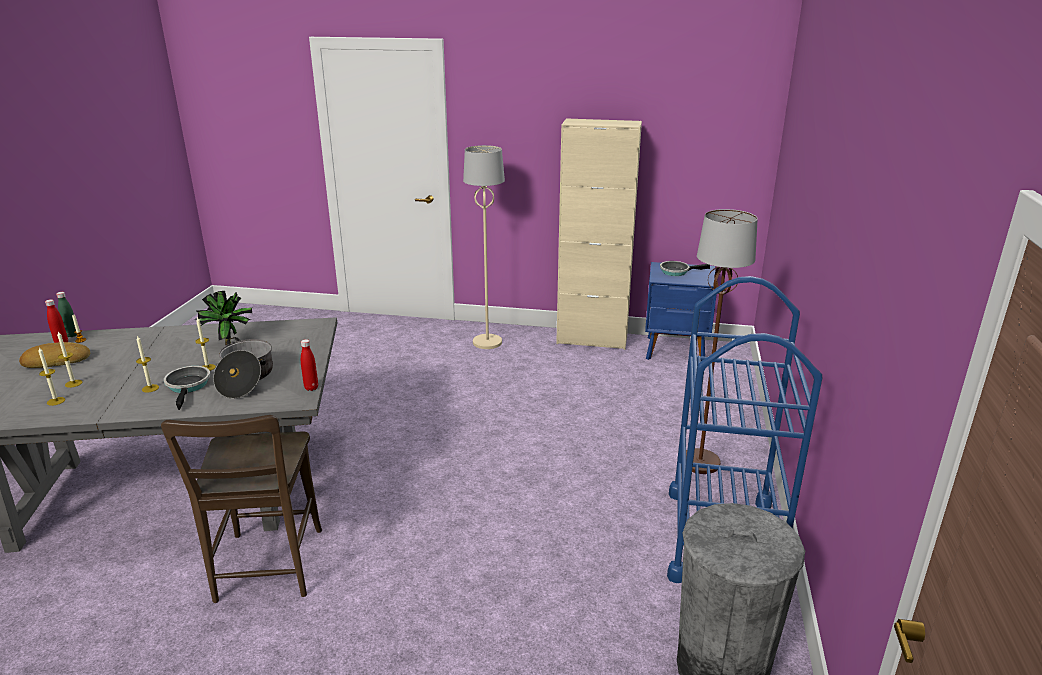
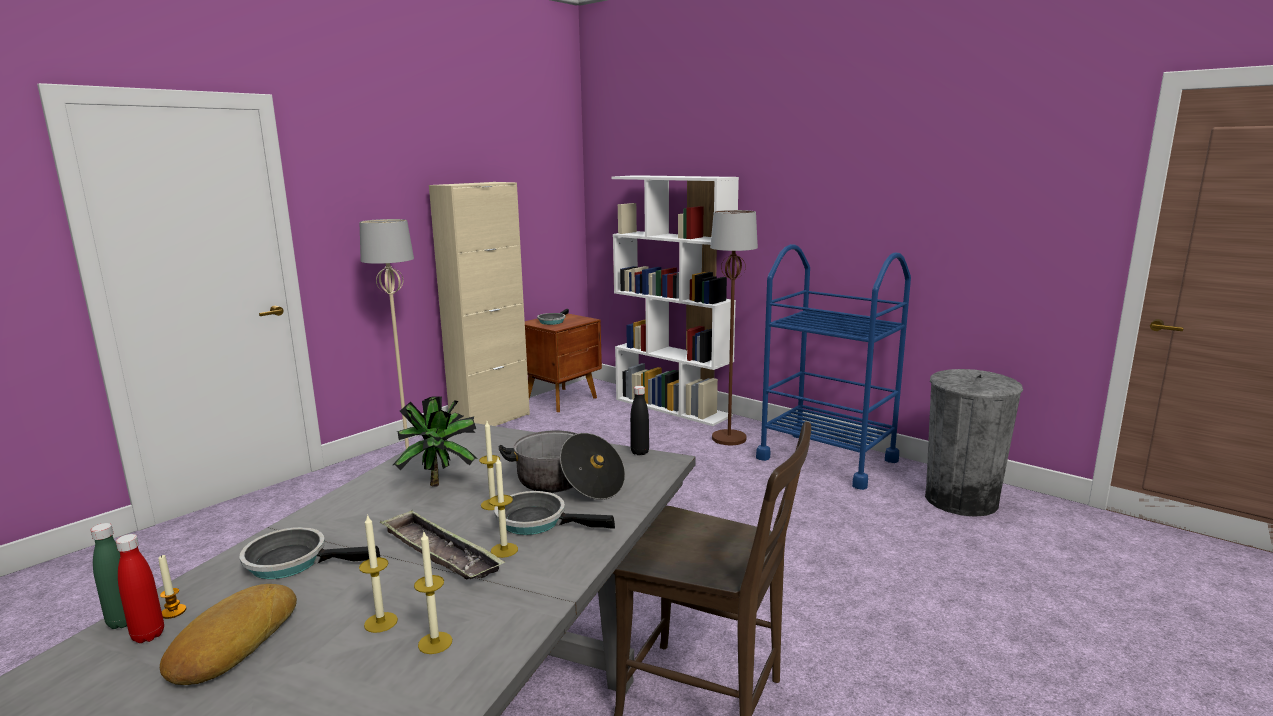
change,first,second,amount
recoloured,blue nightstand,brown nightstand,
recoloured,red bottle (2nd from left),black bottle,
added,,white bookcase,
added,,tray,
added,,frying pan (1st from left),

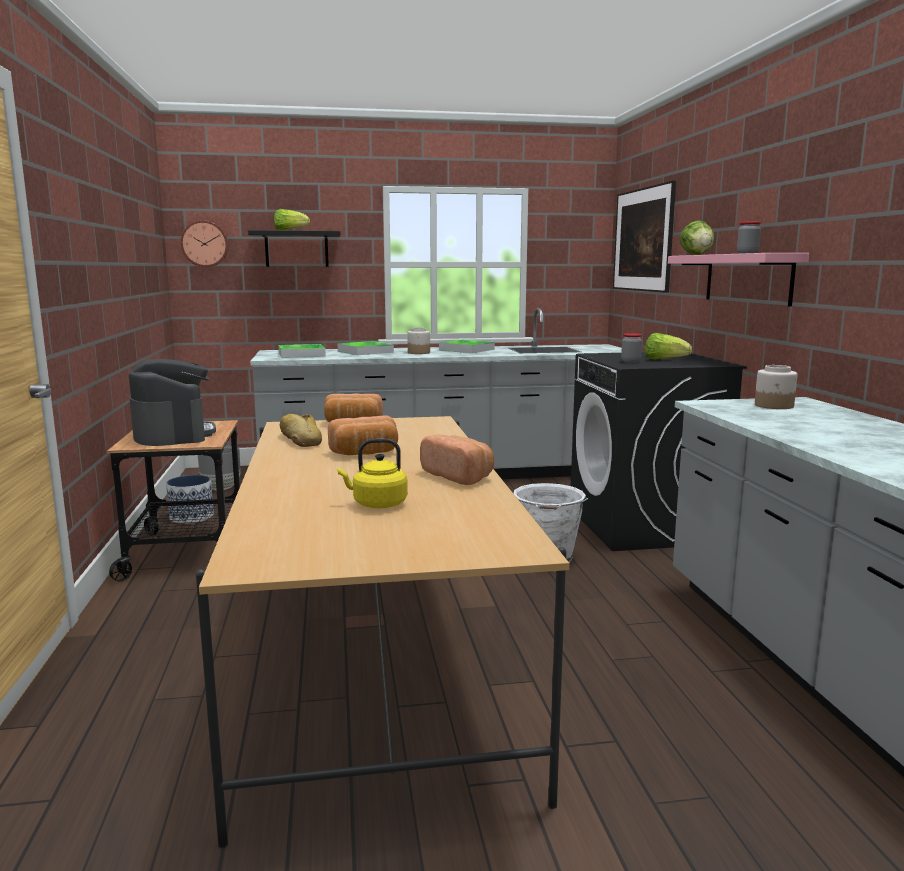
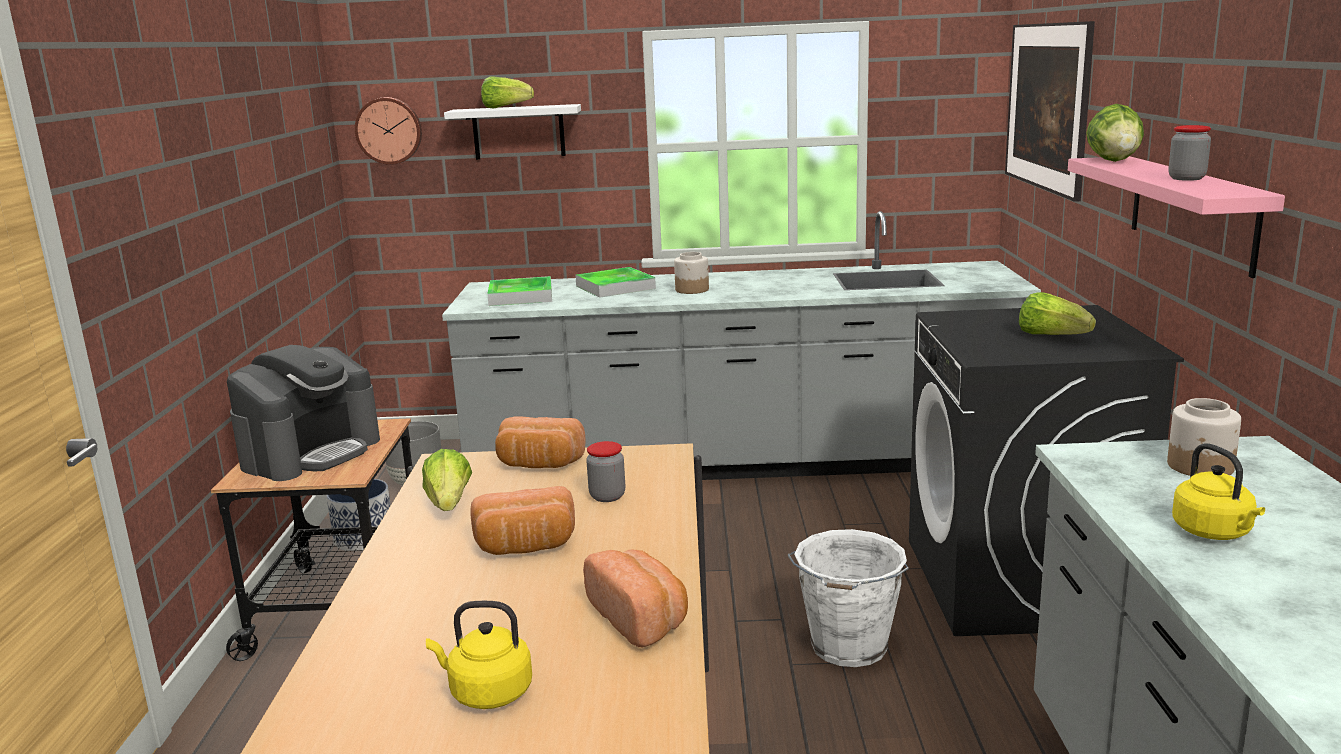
change,first,second,amount
recoloured,black shelf,white shelf,
moved,jar (2nd from left in the first image),jar (1st from left),
removed,tray (3rd from left),,
turned,coffee machine,,45 degrees clockwise
replaced,bread (1st from left),lettuce (1st from left),
added,,yellow kettle (2nd from left),

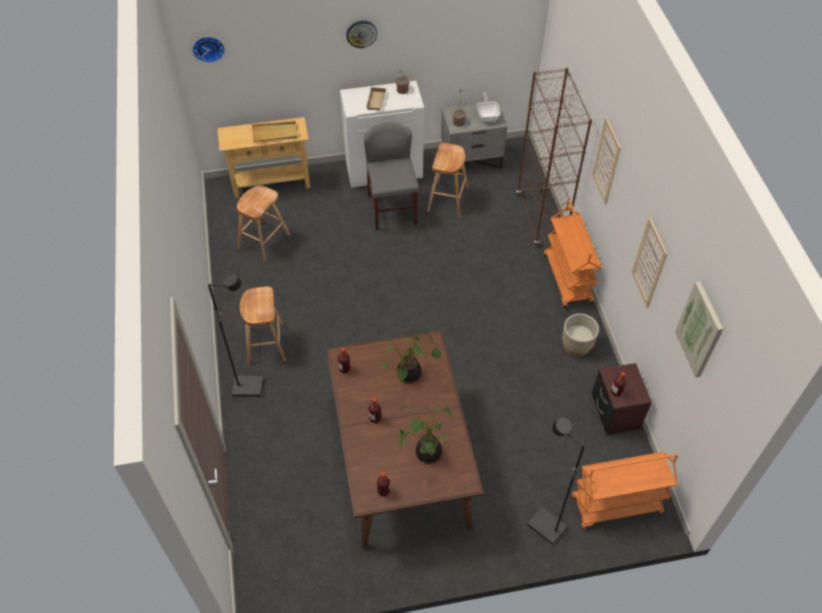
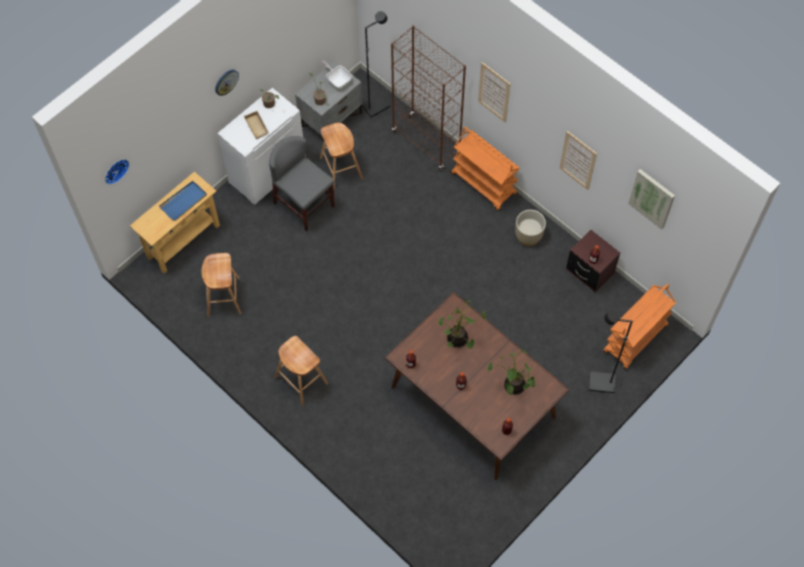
change,first,second,amount
recoloured,beige tray (1st from left),blue tray,
moved,black floor lamp (1st from left),,

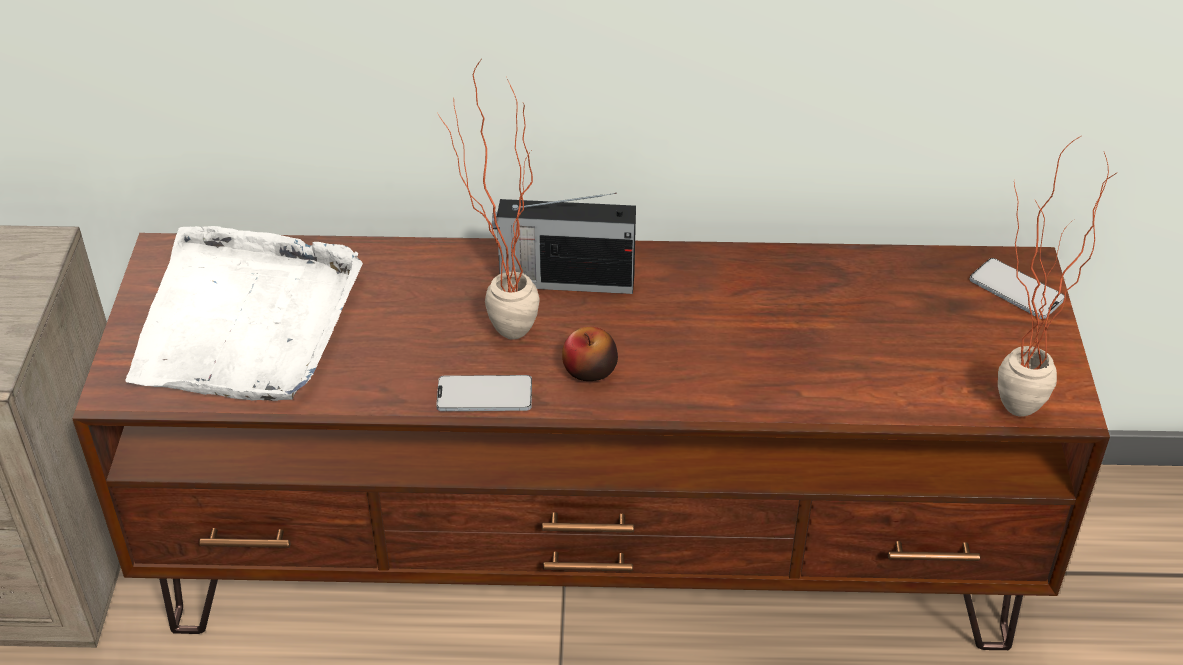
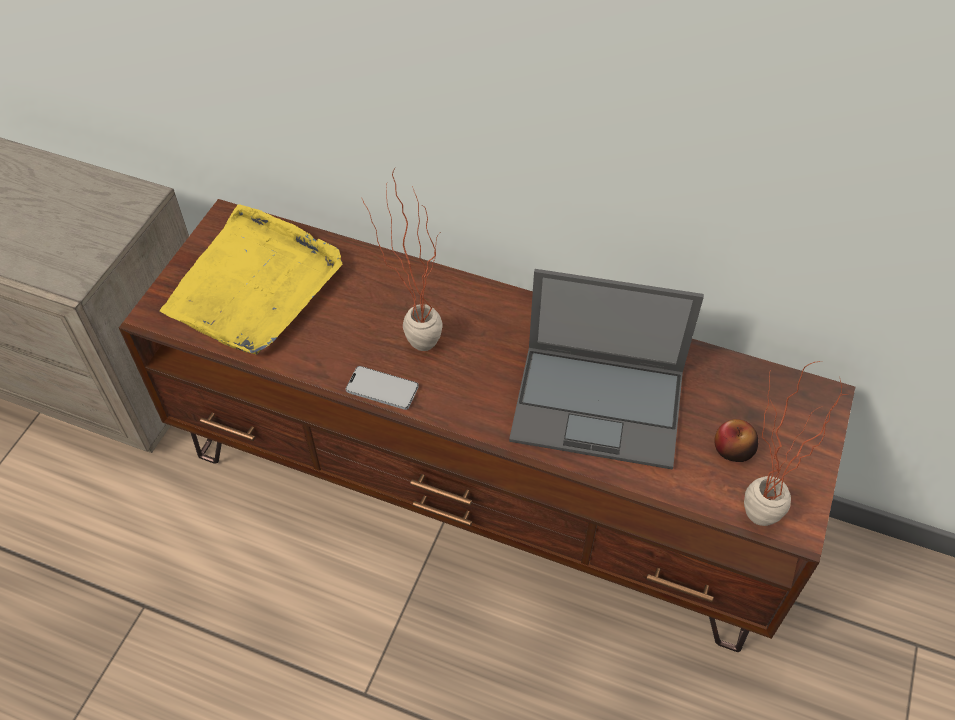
change,first,second,amount
removed,radio,,
recoloured,white tray,yellow tray,
removed,phone (2nd from left),,
moved,apple,,
added,,laptop,

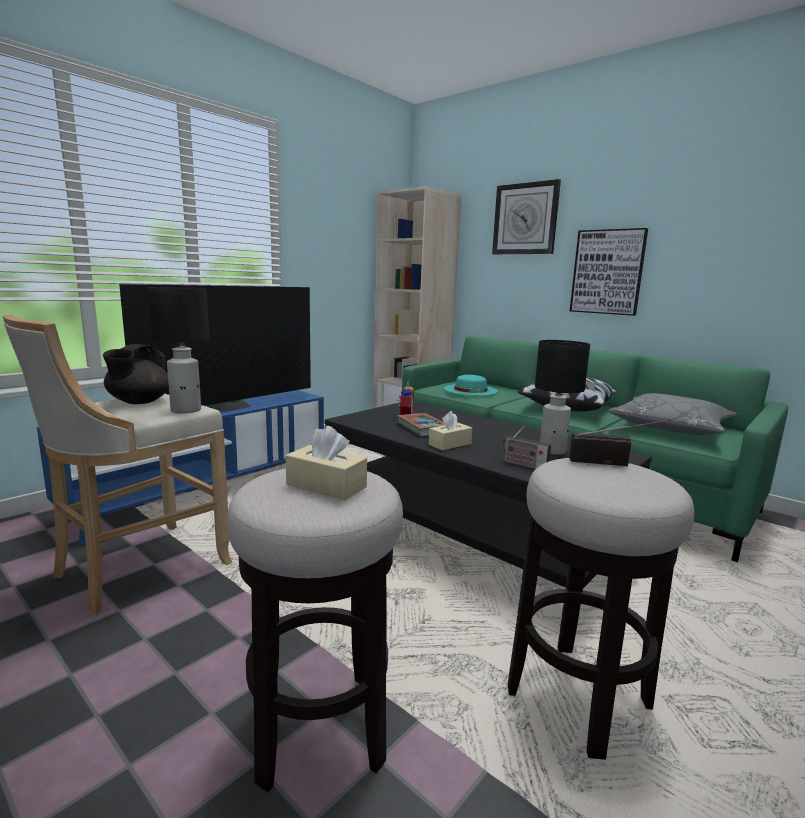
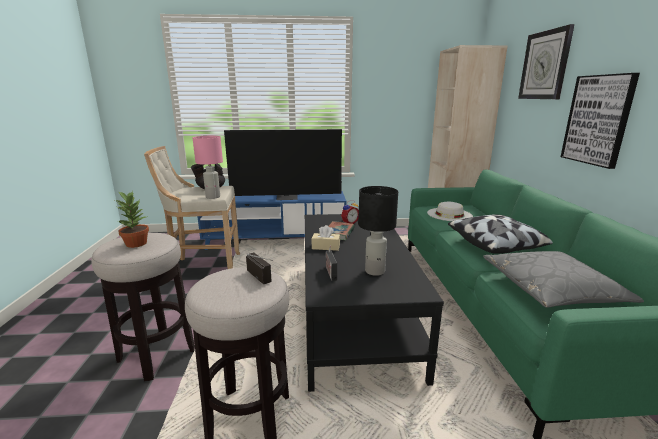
change,first,second,amount
recoloured,black table lamp (1st from left),pink table lamp,
recoloured,turquoise hat,white hat,
replaced,beige tissue box (1st from left),potted plant,

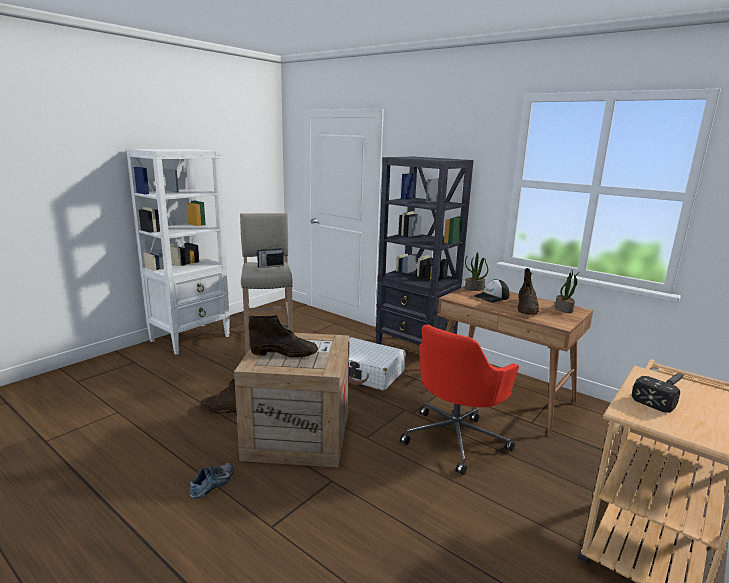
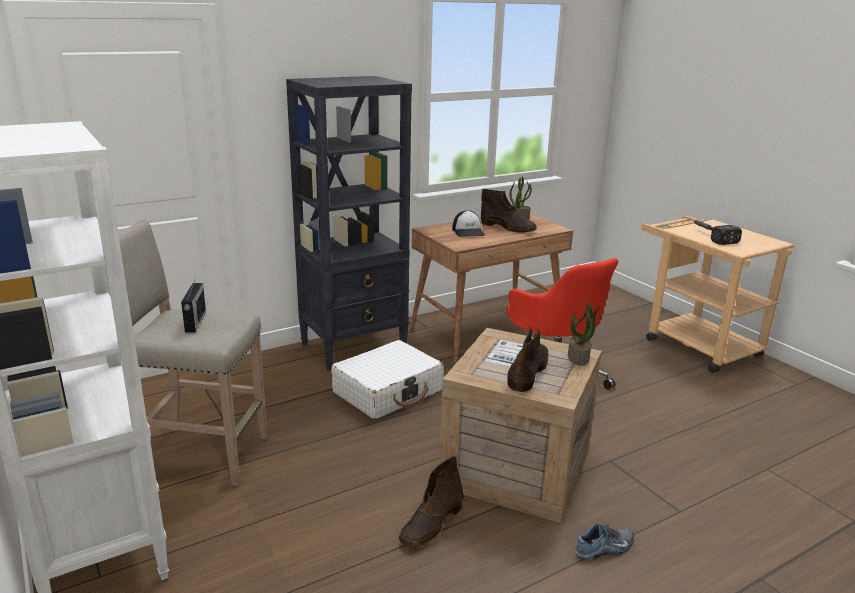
change,first,second,amount
moved,potted plant (1st from left in the first image),potted plant (2nd from left),
turned,shoe,,105 degrees clockwise

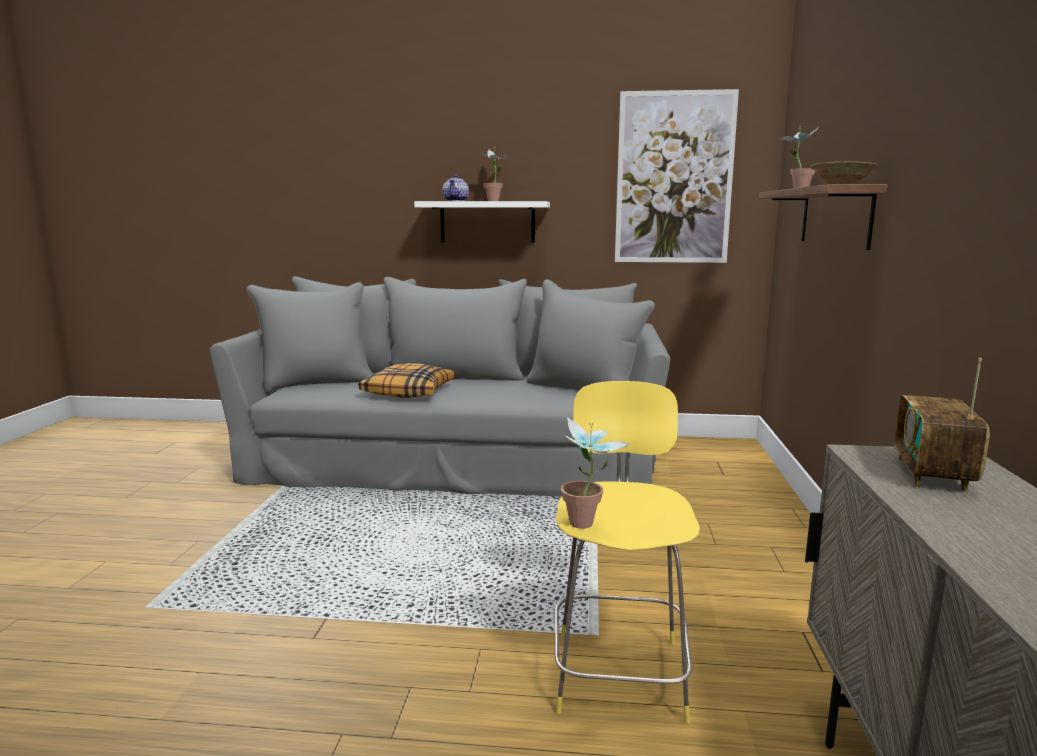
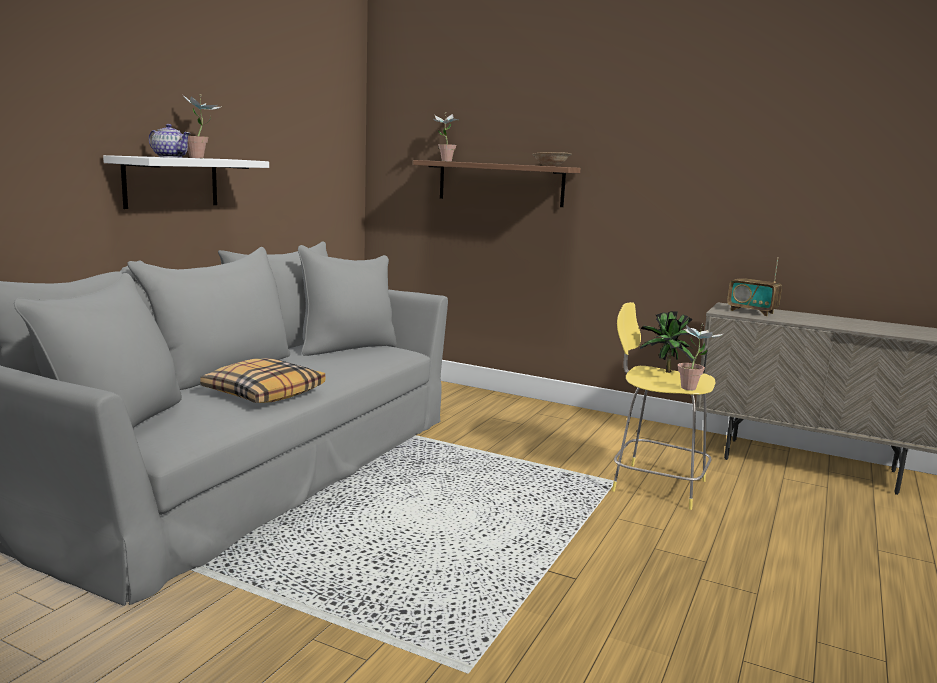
change,first,second,amount
removed,picture,,
added,,potted plant (3rd from left),

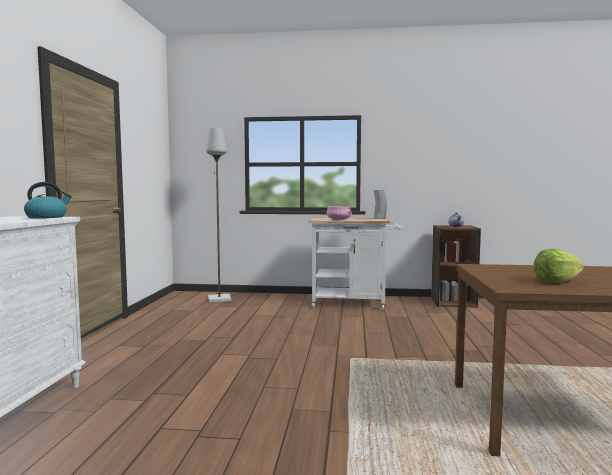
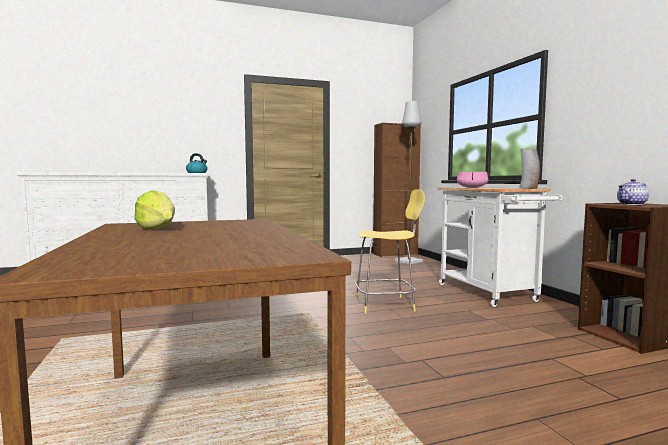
change,first,second,amount
added,,brown cabinet,
added,,yellow stool,

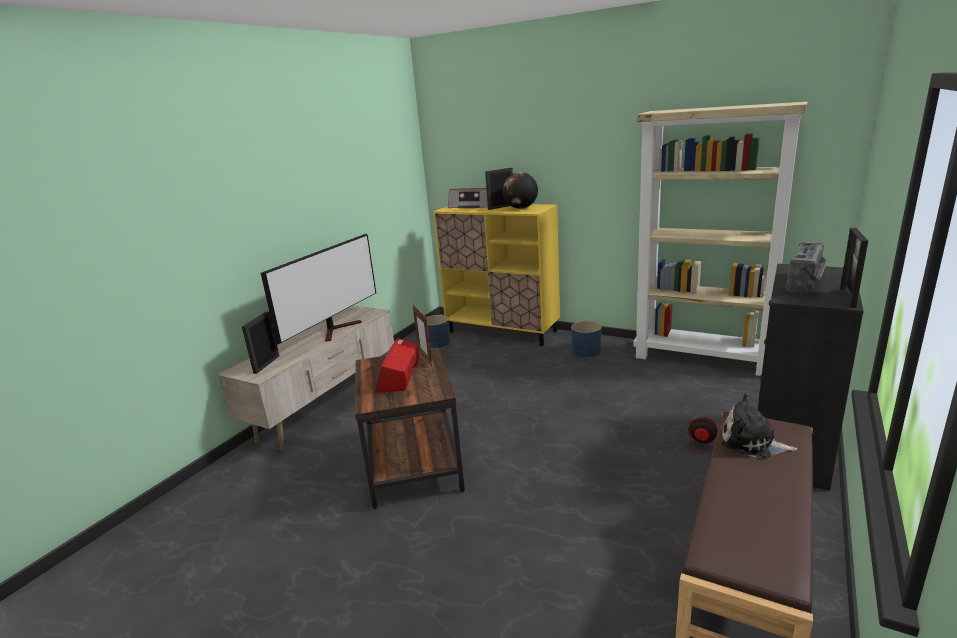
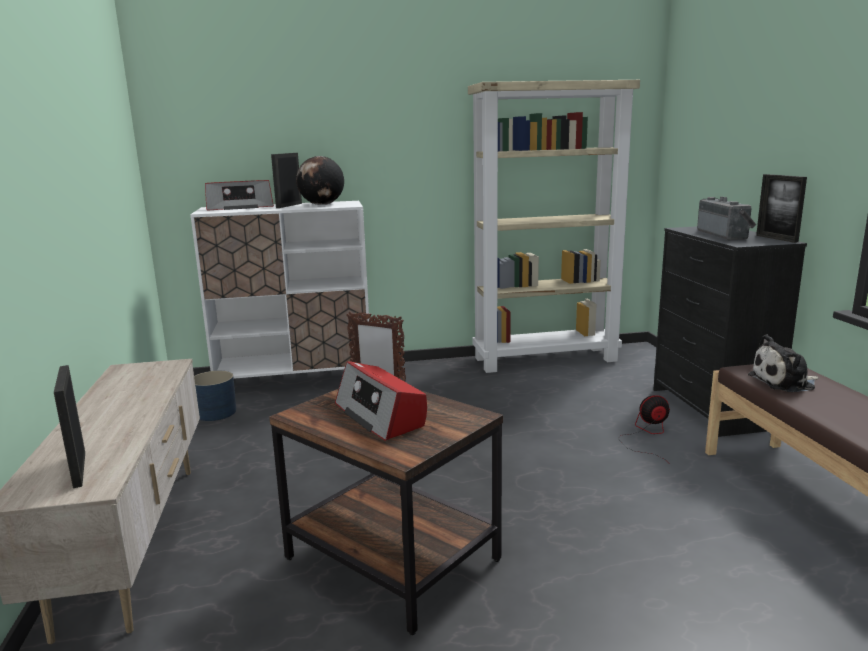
change,first,second,amount
recoloured,yellow cabinet,white cabinet,
removed,television,,
removed,blue planter (2nd from left),,

